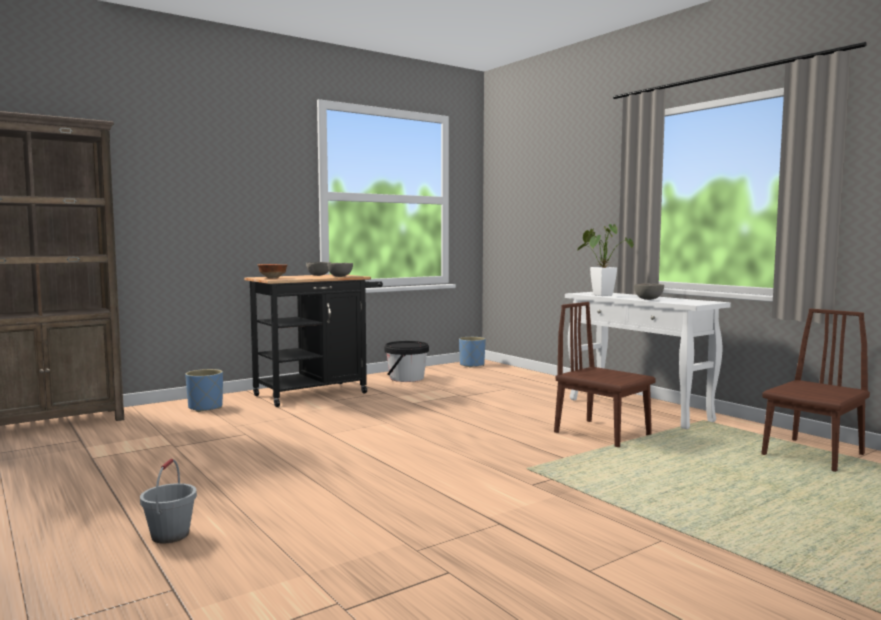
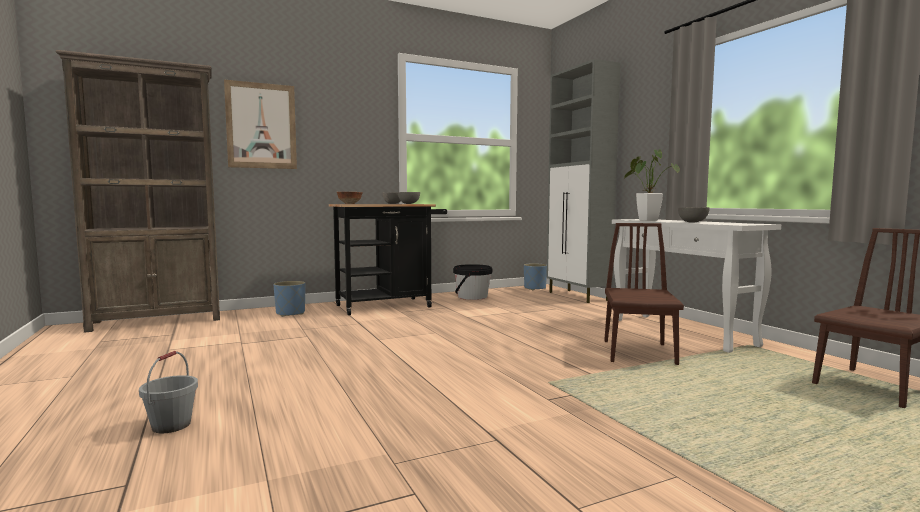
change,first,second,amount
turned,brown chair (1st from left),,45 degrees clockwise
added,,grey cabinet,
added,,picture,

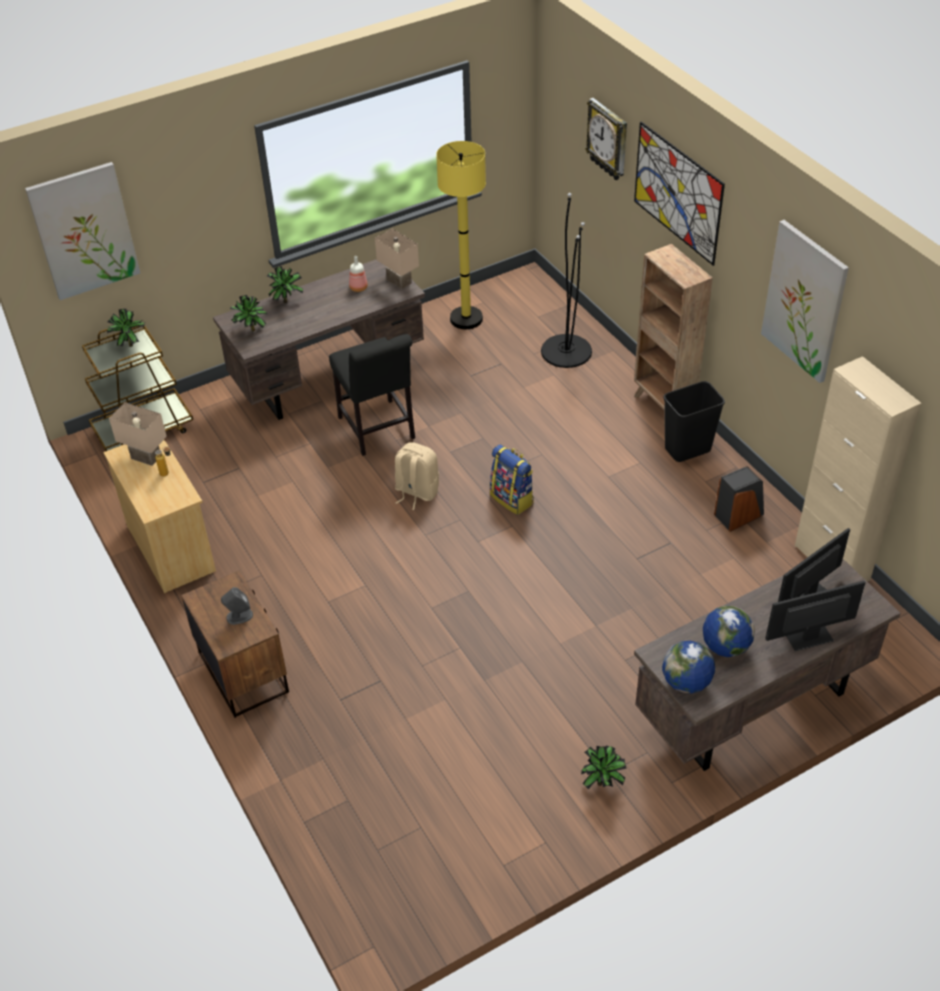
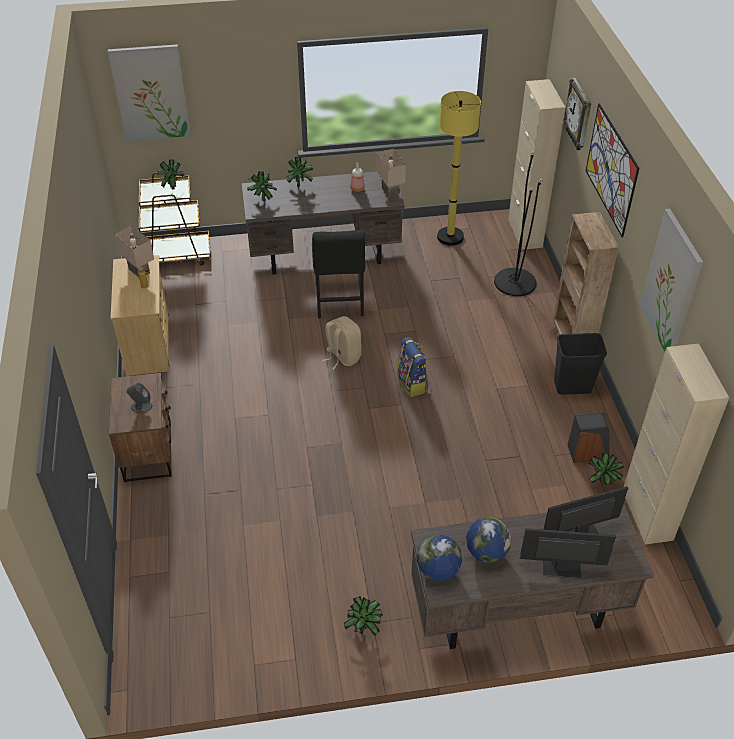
change,first,second,amount
added,,beige cabinet (1st from left),
added,,potted plant (5th from left),

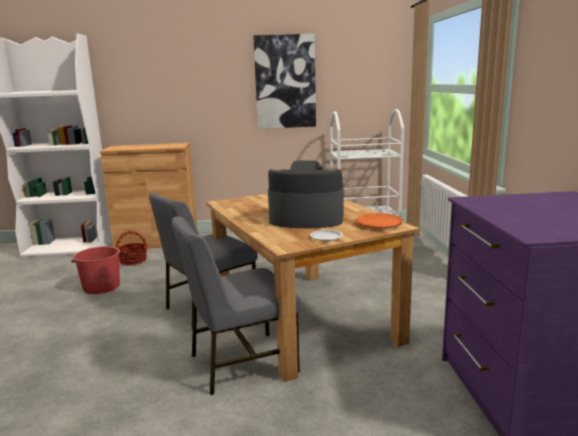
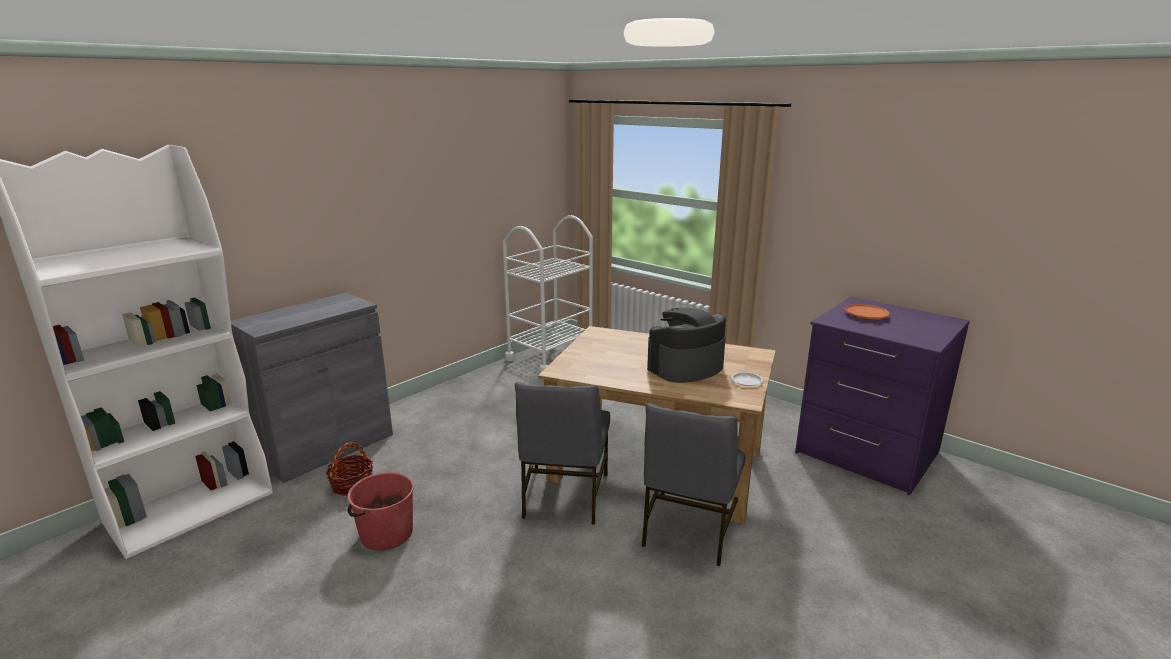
change,first,second,amount
removed,picture,,
recoloured,brown cabinet,grey cabinet,
moved,orange plate,,

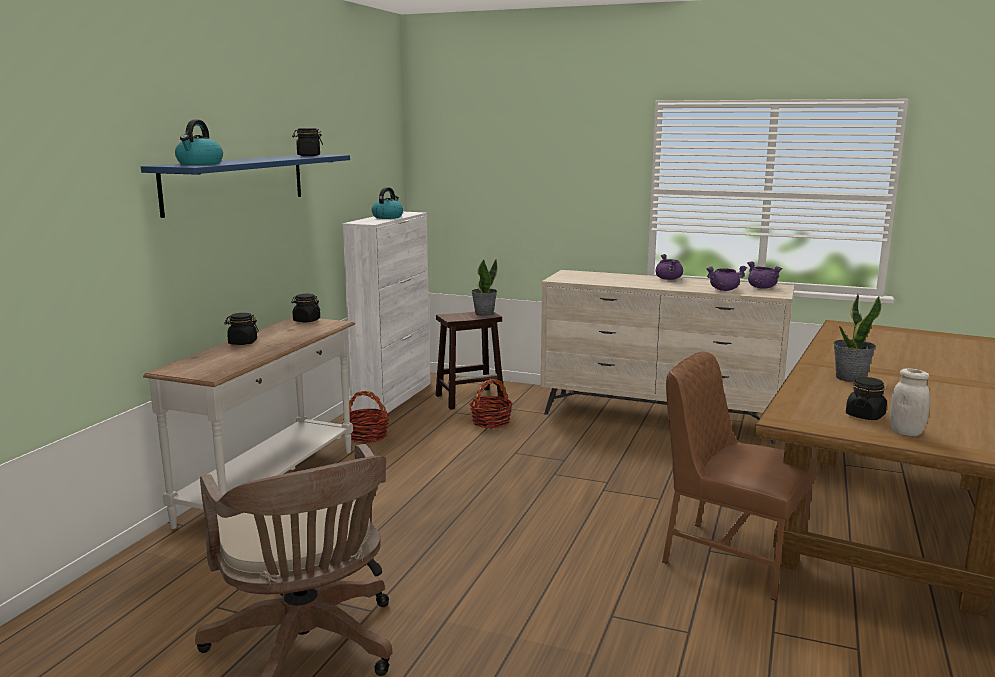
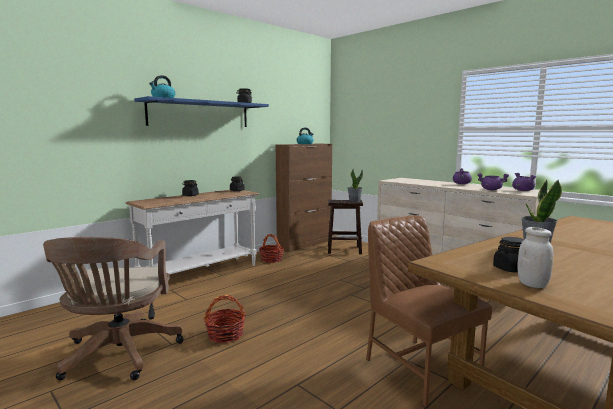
change,first,second,amount
recoloured,white cabinet,brown cabinet,
moved,basket (2nd from left in the first image),basket (1st from left),

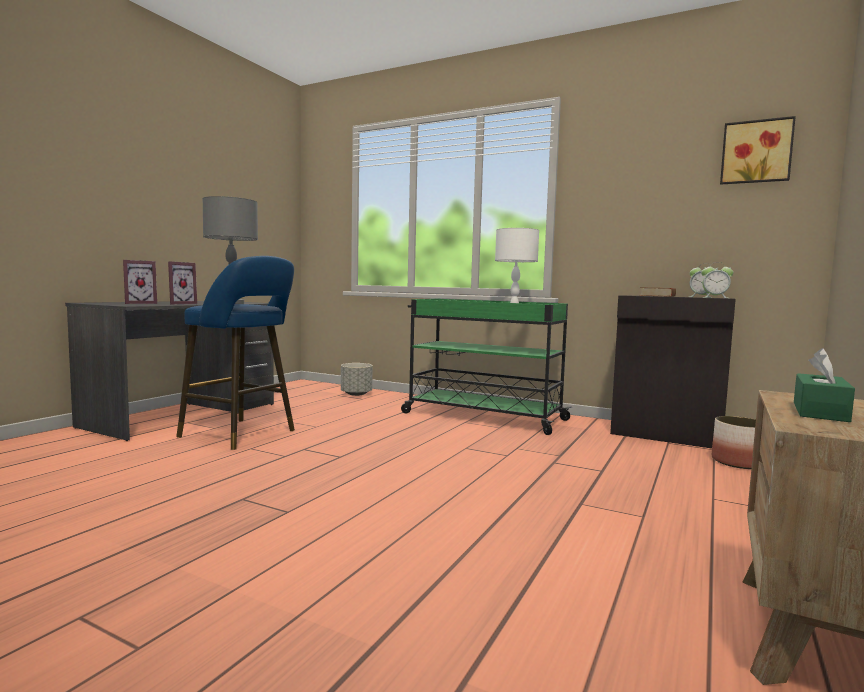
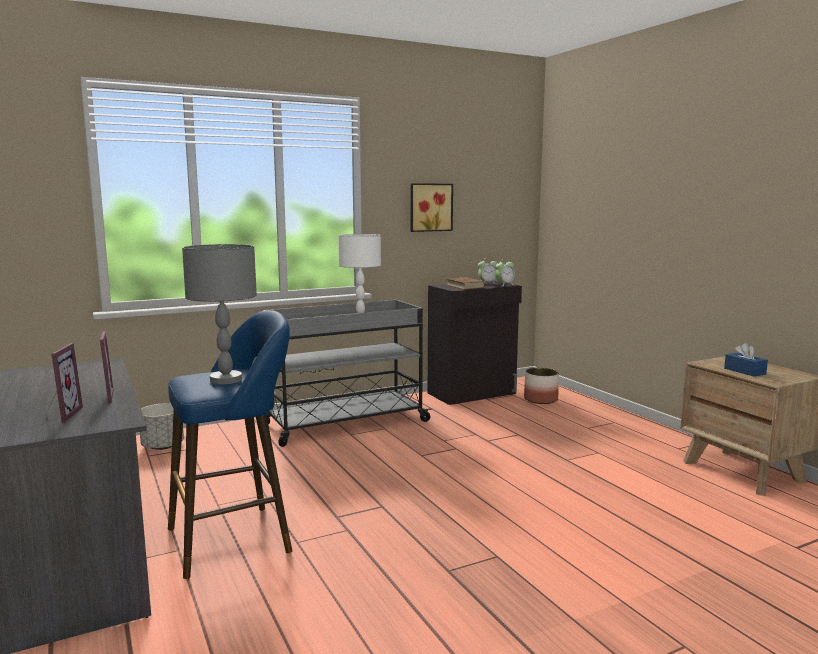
change,first,second,amount
moved,picture,,
recoloured,green cart,grey cart,
recoloured,green tissue box,blue tissue box,

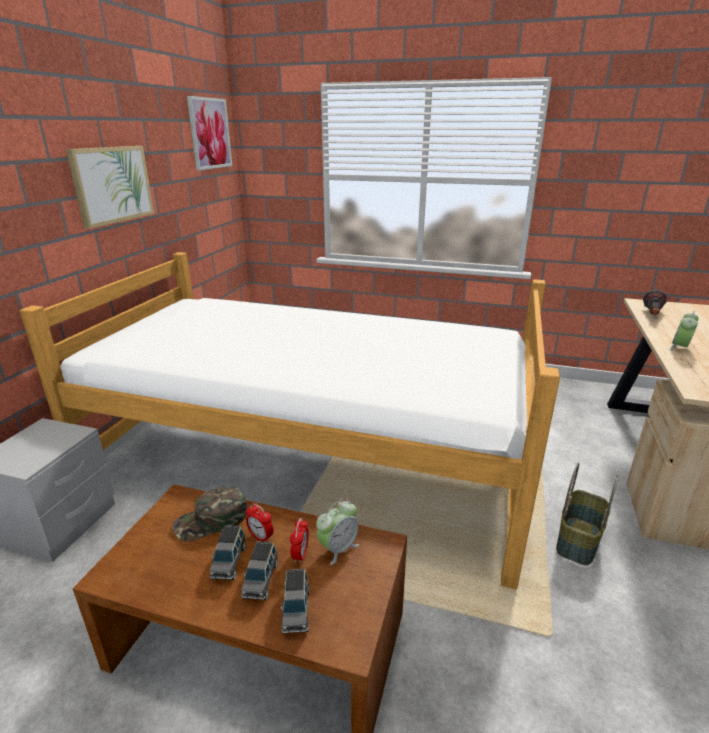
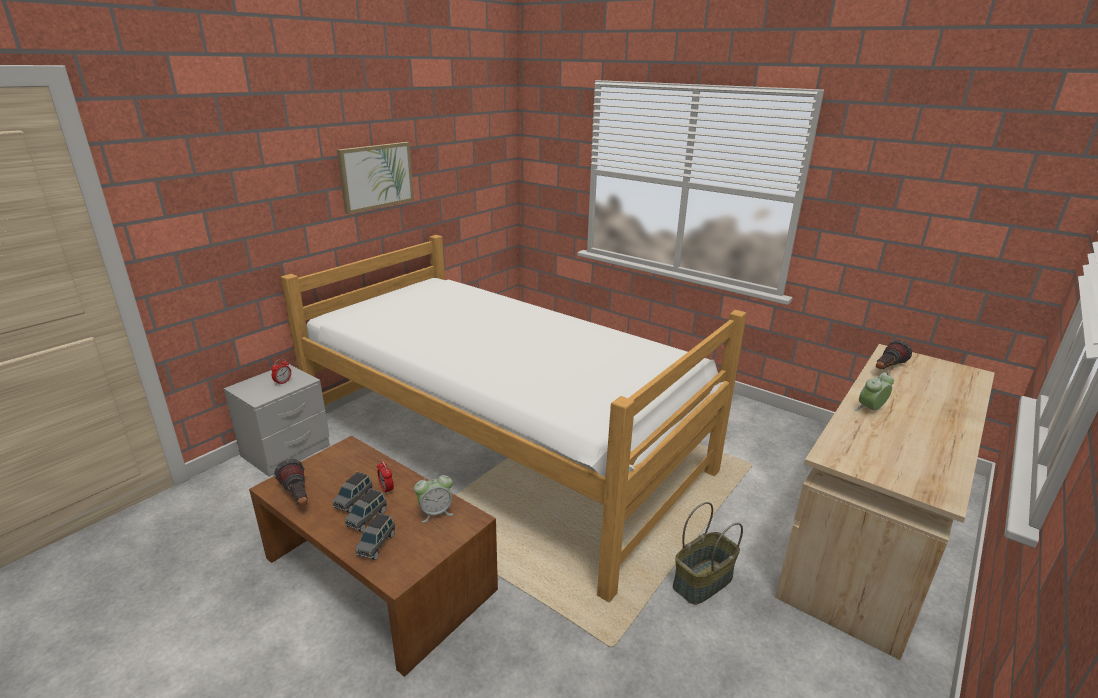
change,first,second,amount
removed,picture (2nd from left),,
removed,green cap,,
moved,alarm clock (2nd from left in the first image),alarm clock (1st from left),
added,,flashlight (1st from left),

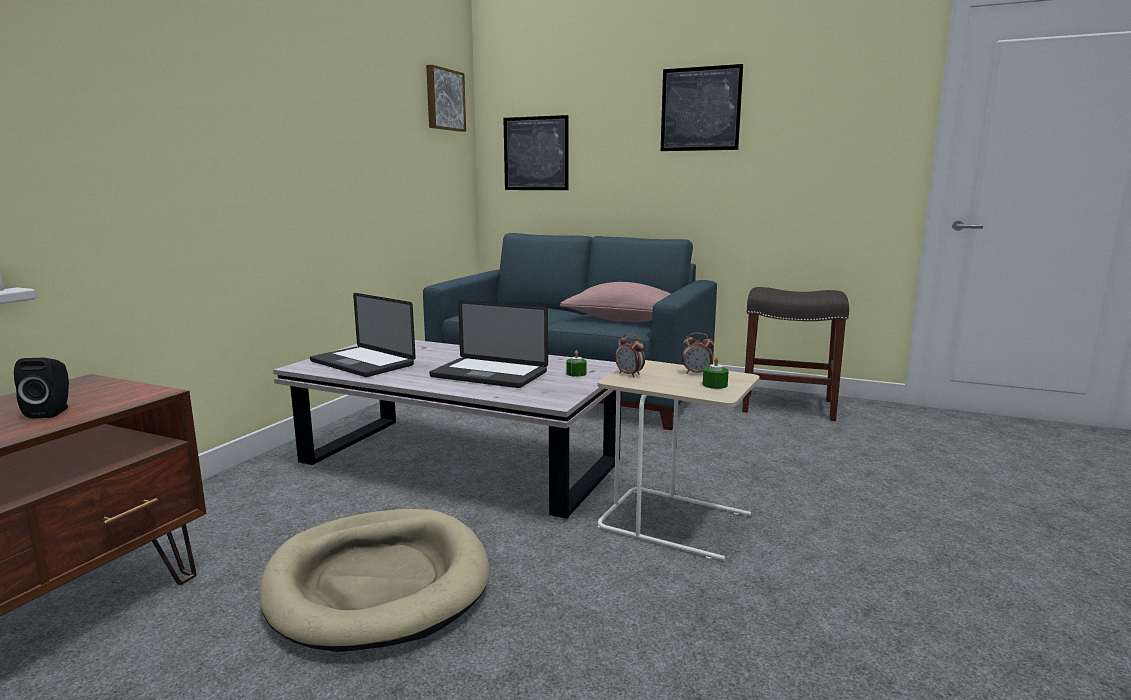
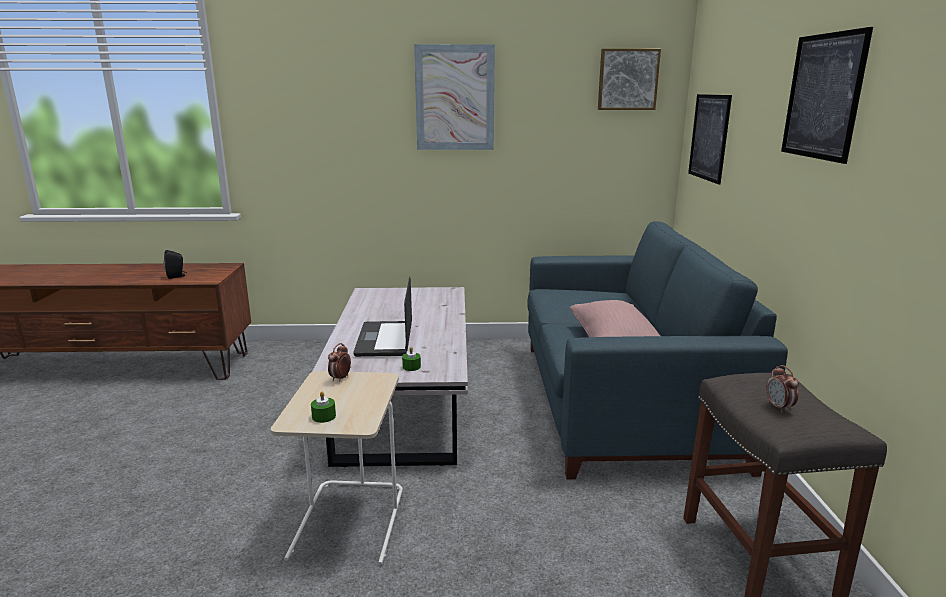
change,first,second,amount
removed,laptop (1st from left),,
moved,alarm clock (2nd from left),,
removed,beige dog bed,,
added,,picture (1st from left),

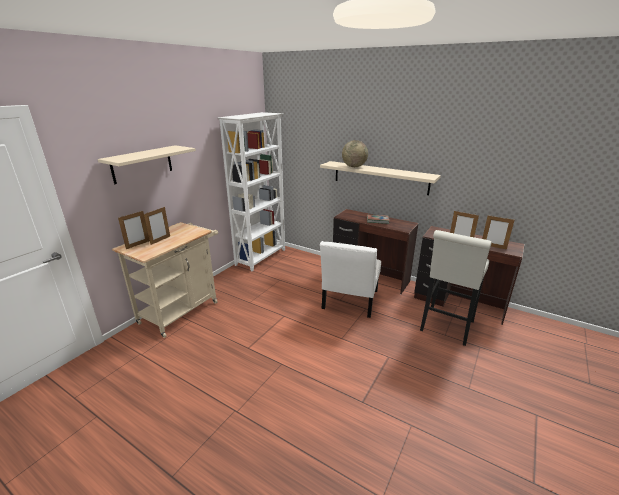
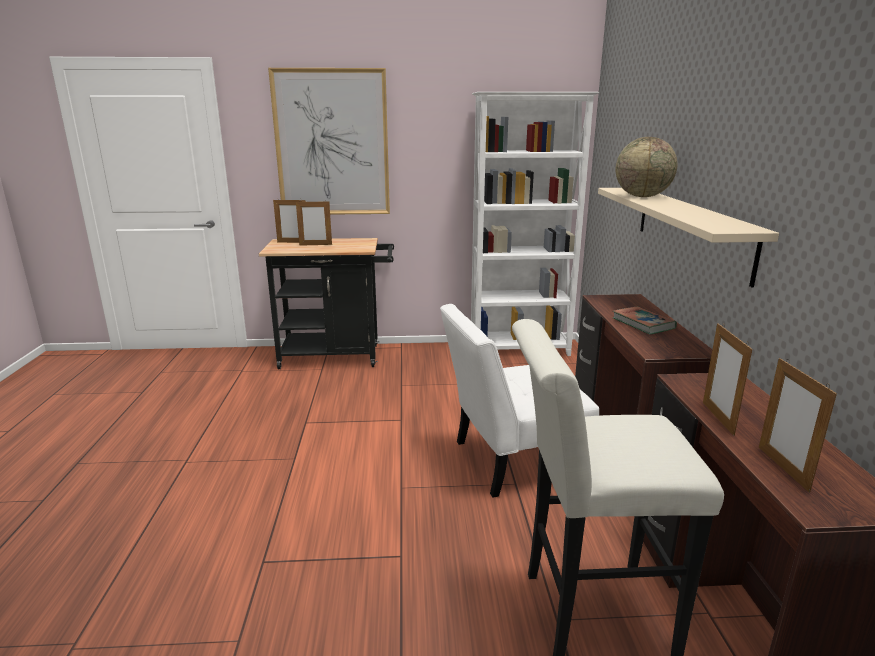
change,first,second,amount
replaced,beige shelf (1st from left),picture,
recoloured,beige cart,black cart,

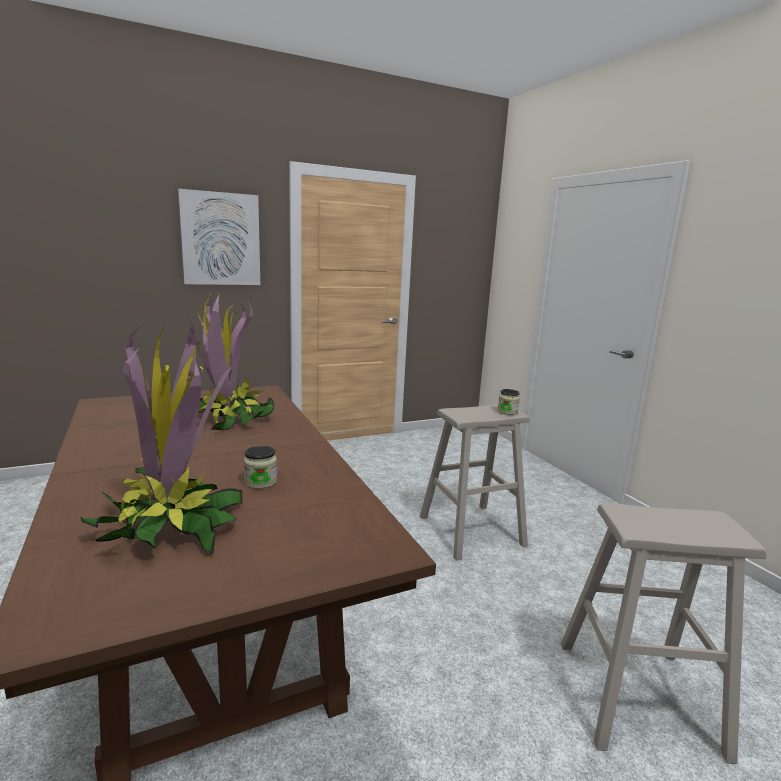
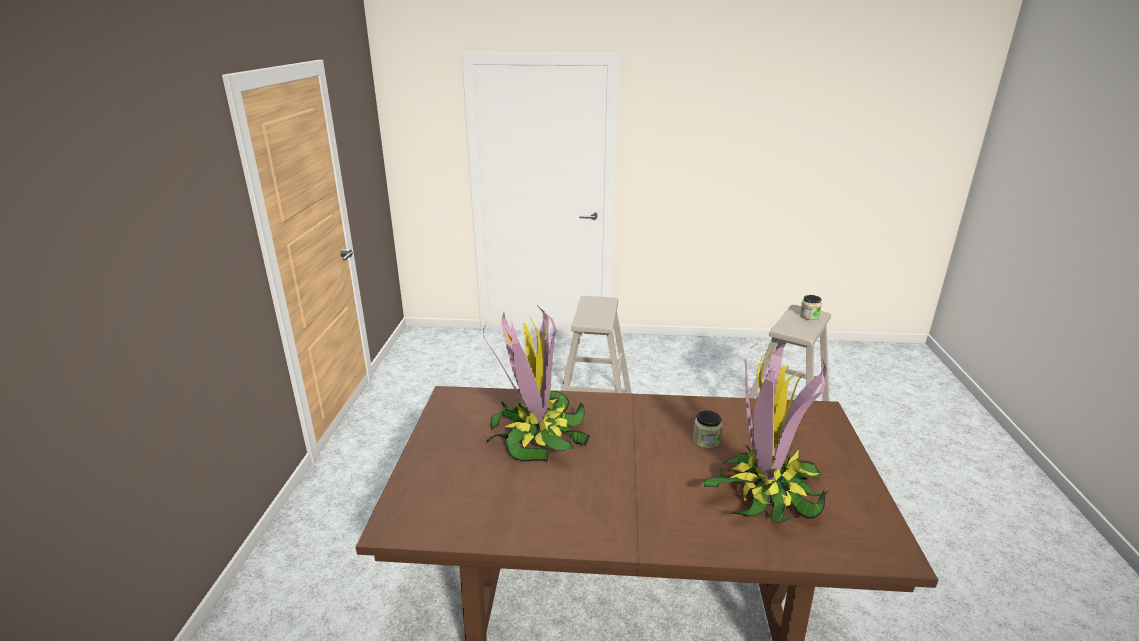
change,first,second,amount
removed,picture,,
moved,jar (2nd from left),,

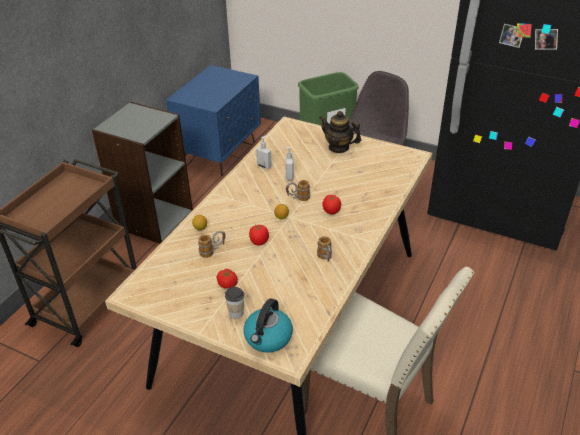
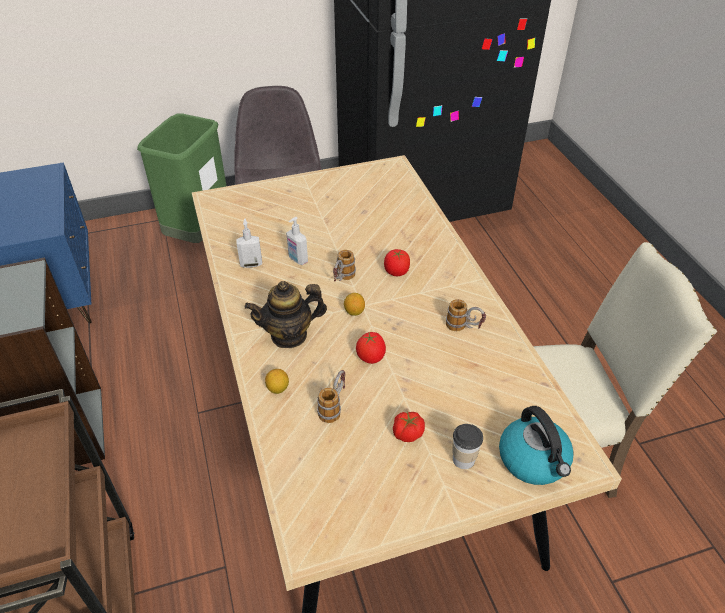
change,first,second,amount
moved,teapot,,

